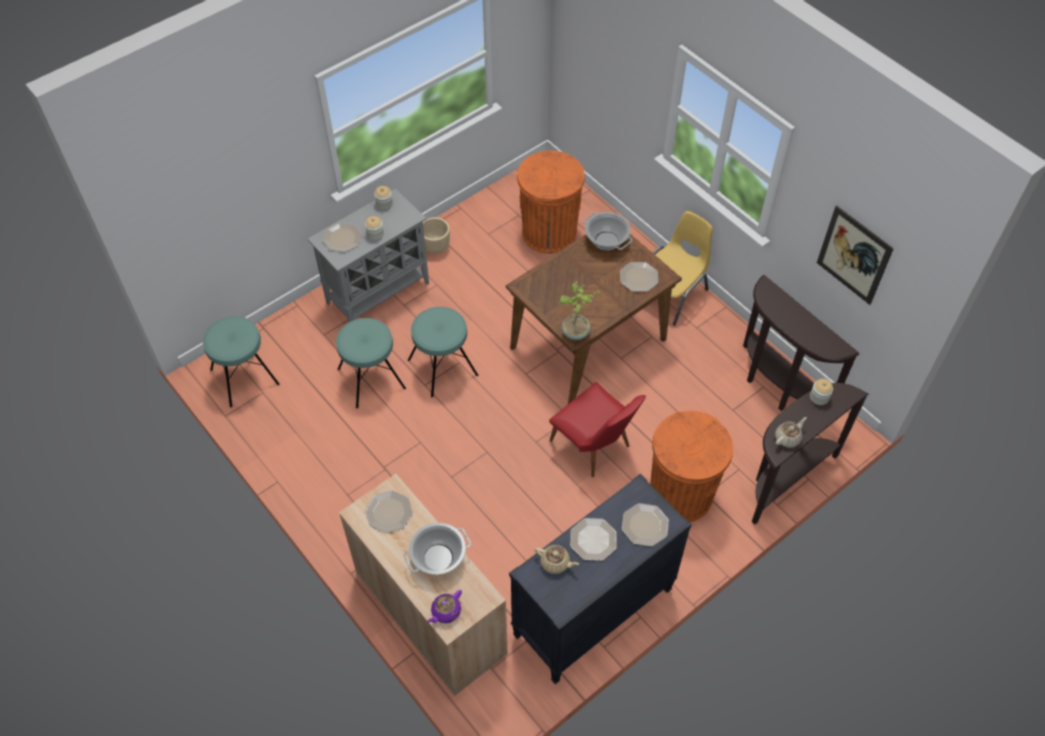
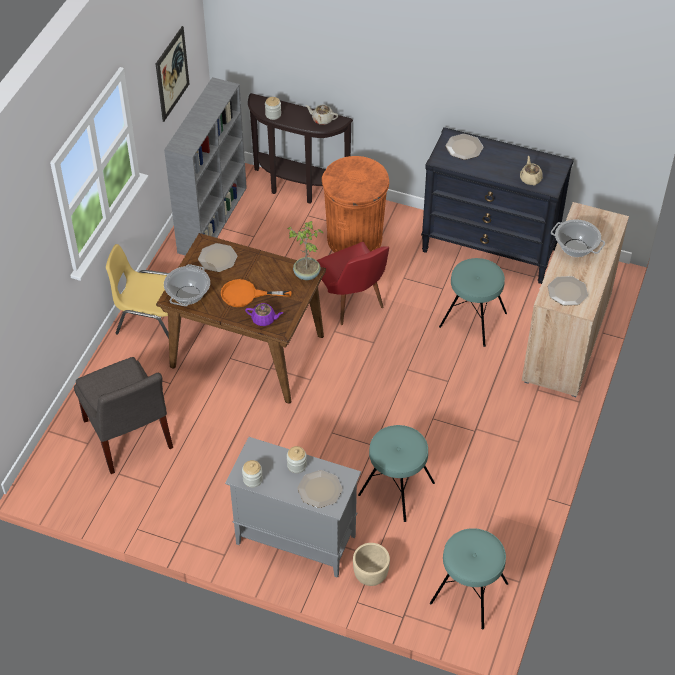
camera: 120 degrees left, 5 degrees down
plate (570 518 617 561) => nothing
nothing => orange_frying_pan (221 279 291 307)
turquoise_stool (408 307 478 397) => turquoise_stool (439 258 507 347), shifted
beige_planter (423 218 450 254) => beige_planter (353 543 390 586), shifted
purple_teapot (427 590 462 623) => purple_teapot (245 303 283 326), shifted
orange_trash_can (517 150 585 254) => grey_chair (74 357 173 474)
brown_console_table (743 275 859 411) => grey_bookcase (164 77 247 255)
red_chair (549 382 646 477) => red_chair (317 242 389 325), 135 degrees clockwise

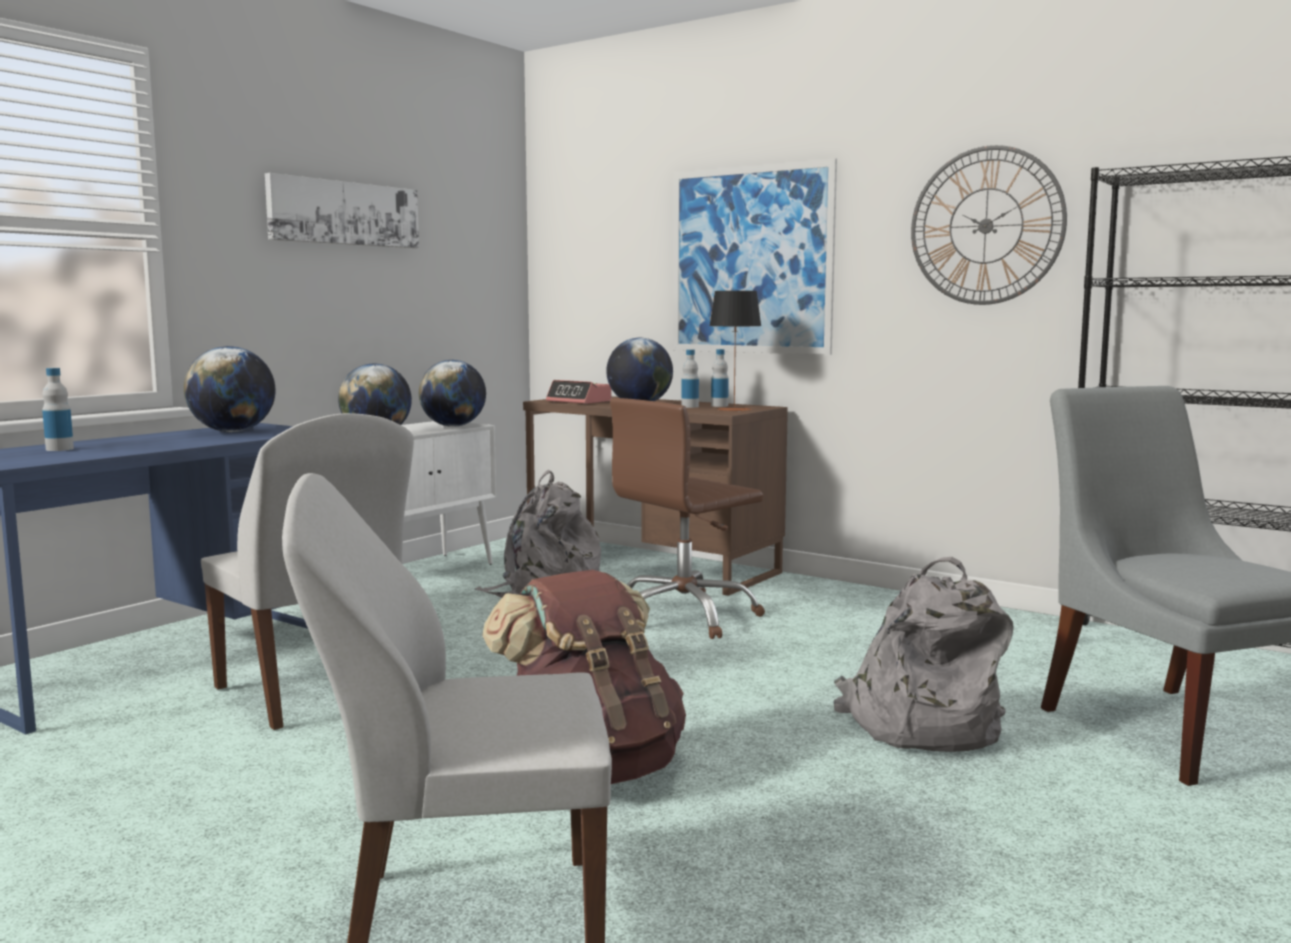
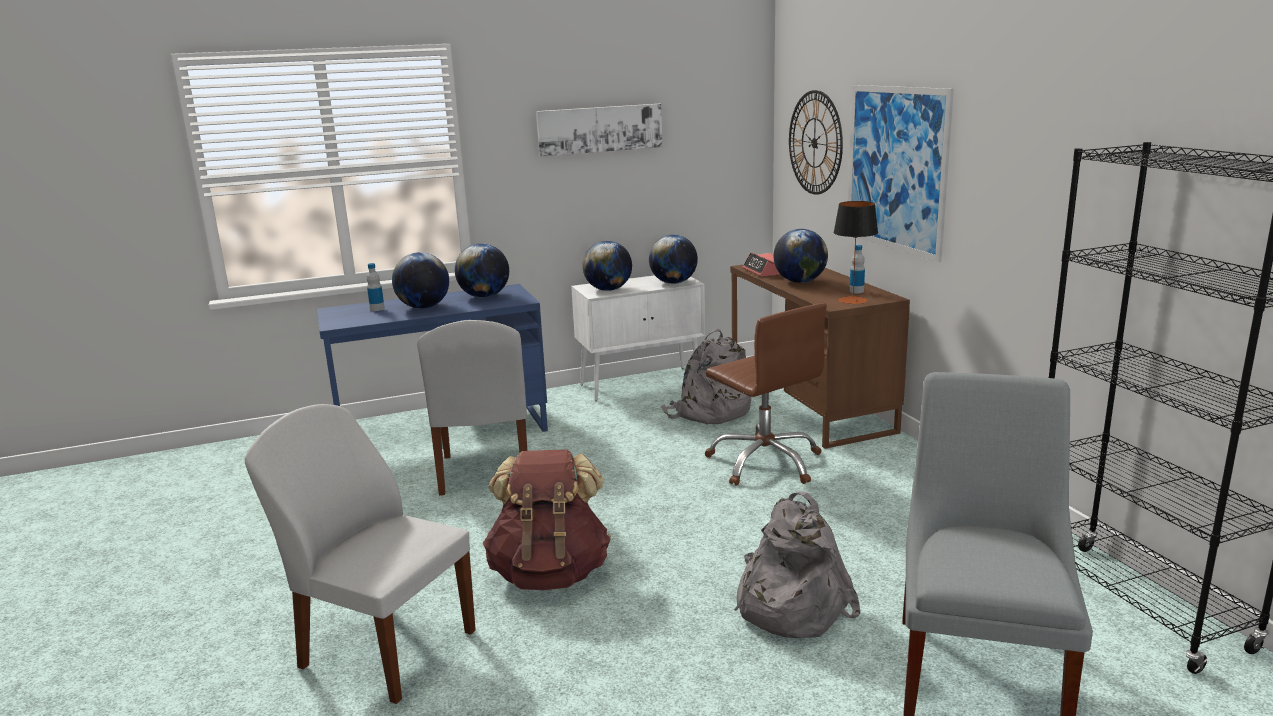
camera: 35 degrees right, 10 degrees up
bottle (681 350 699 408) => nothing
nothing => globe (392 252 449 309)
wall_clock (911 145 1067 305) => wall_clock (789 90 843 195), shifted
brown_office_chair (610 398 765 639) => brown_office_chair (705 303 827 486), 120 degrees counterclockwise

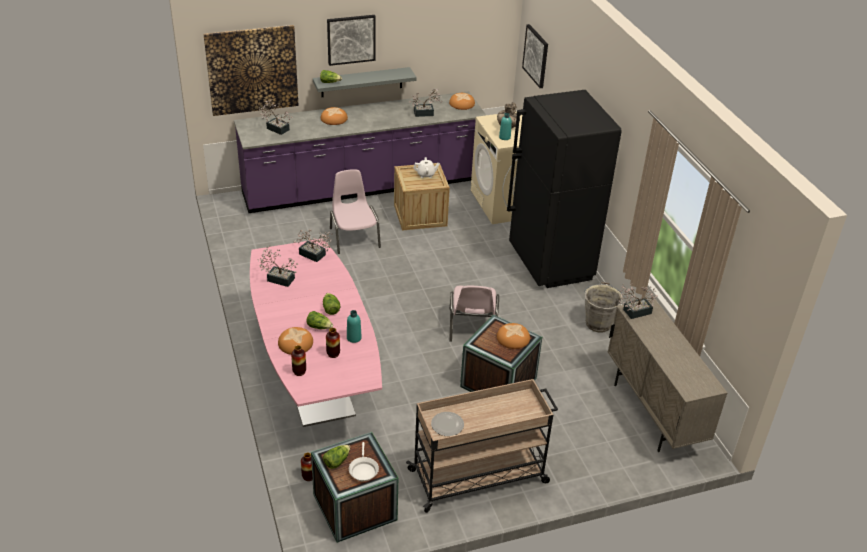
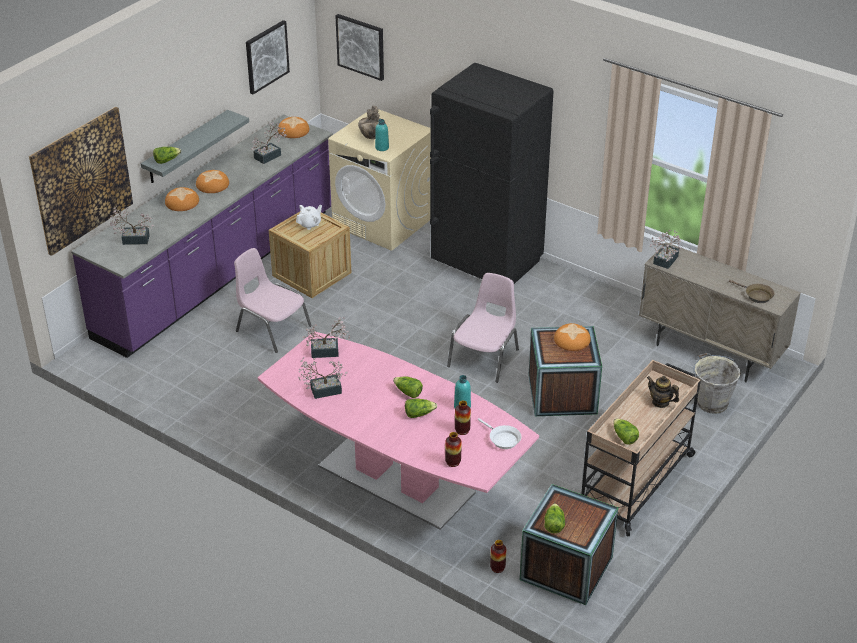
camera: 35 degrees left, 0 degrees up
nothing => teapot (647 376 679 408)
nothing => brown_frying_pan (729 280 775 303)
bread (278 327 313 355) => bread (196 170 229 193), shifted
picture (327 15 375 66) => picture (246 20 290 94), shifted
white_frying_pan (349 442 379 481) => white_frying_pan (478 418 521 449), shifted
grey_bucket (584 282 625 333) => grey_bucket (693 353 741 414), shifted
plate (431 412 464 436) => lettuce (613 418 639 444)
pink_chair (449 286 499 342) => pink_chair (447 273 519 383), 120 degrees counterclockwise

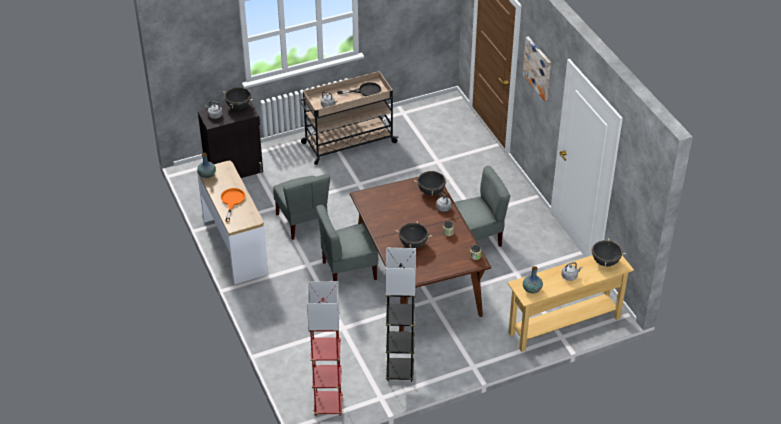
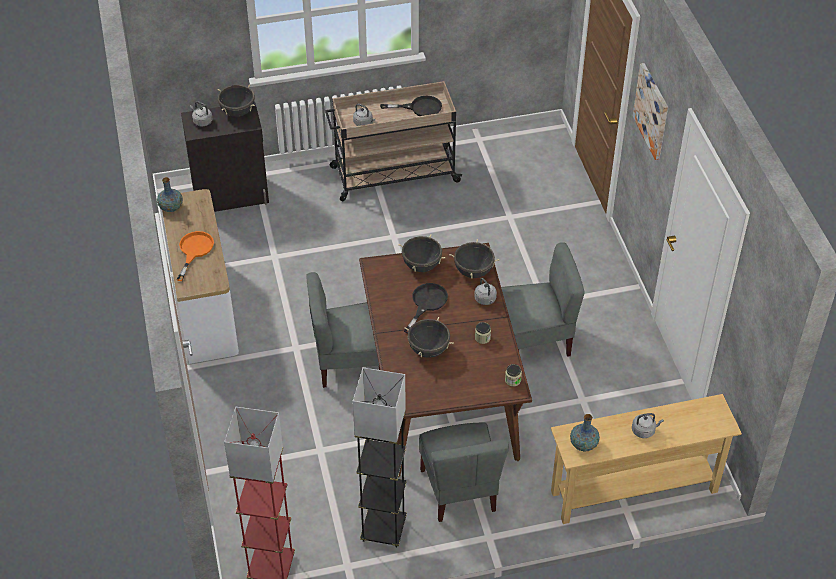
camera: 10 degrees right, 5 degrees up
nothing => black_frying_pan (404 283 448 334)
grey_chair (273 174 330 240) => grey_chair (419 423 509 522), shifted
black_cooking_pot (589 238 626 267) => black_cooking_pot (399 234 446 272), shifted

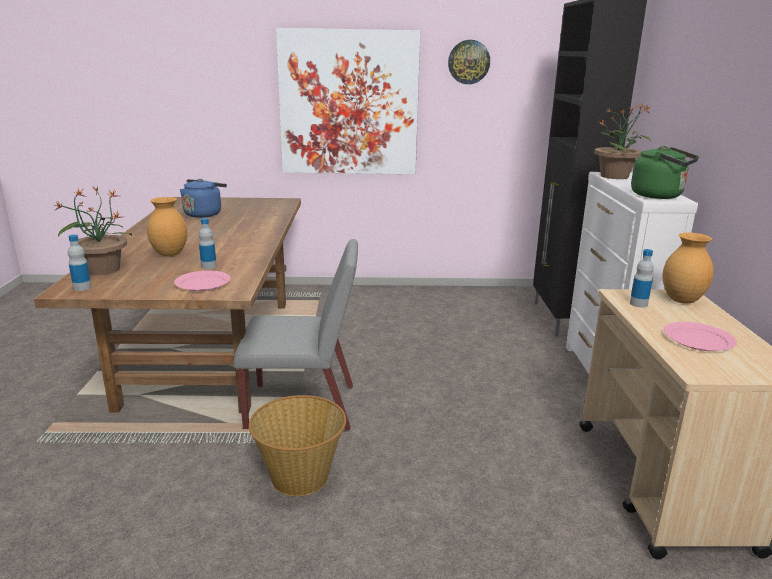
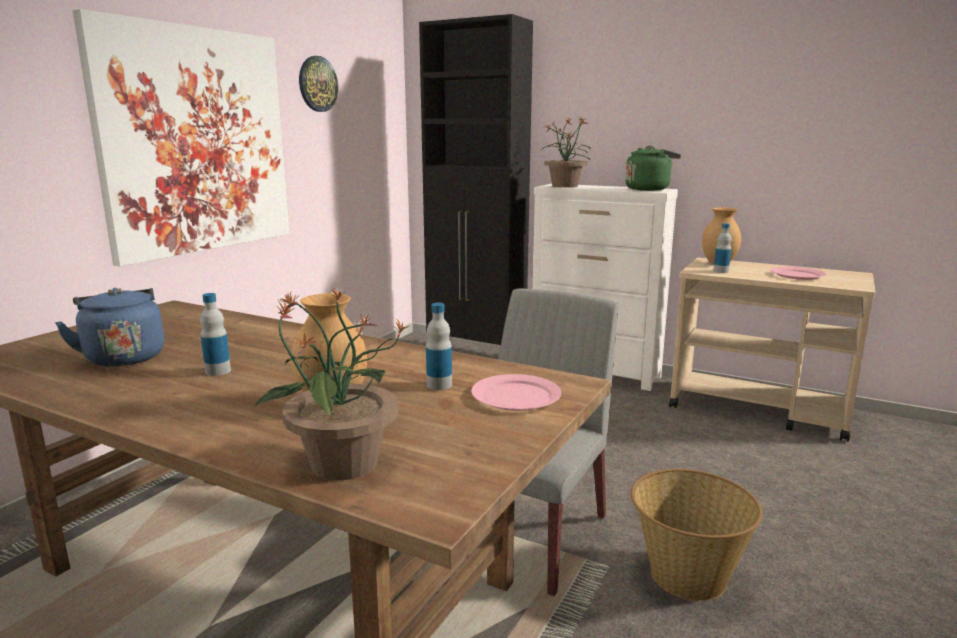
camera: 60 degrees left, 5 degrees down
bottle (68 235 91 291) => bottle (200 293 231 376), shifted

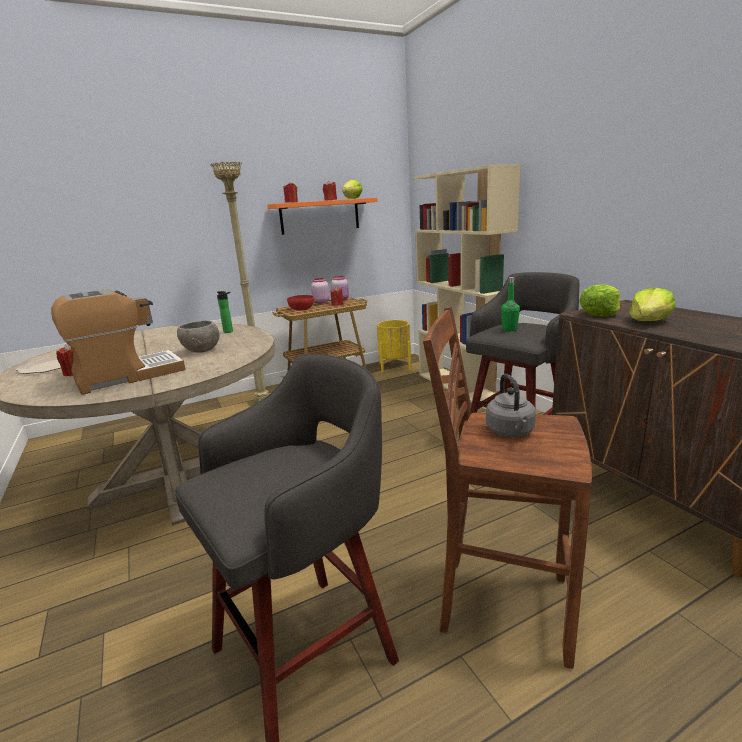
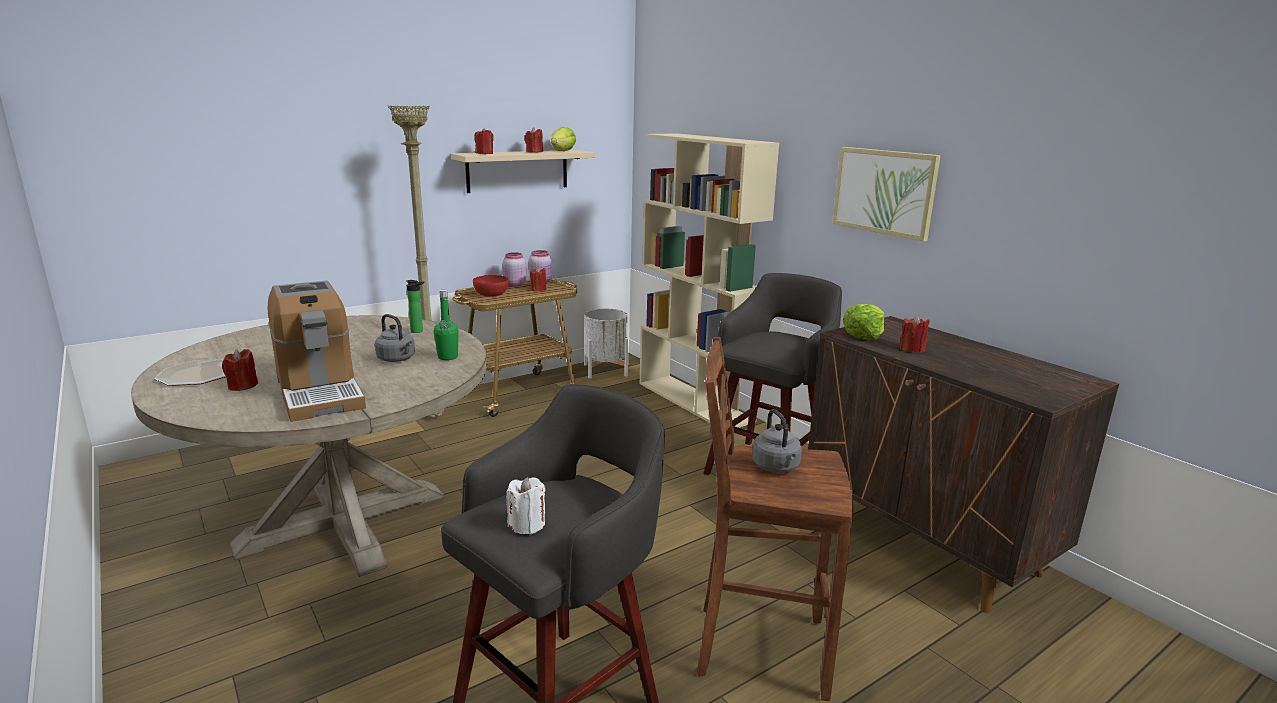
camera: 10 degrees left, 0 degrees up
nothing => white_candle (506 477 545 534)
nothing => picture (833 147 941 242)
green_bottle (501 277 520 331) => green_bottle (434 290 459 360), shifted
grey_bowl (177 320 220 353) => grey_kettle (375 314 415 362)
lettuce (629 287 675 321) => red_candle (900 315 930 353)
orange_shelf (267 198 378 235) => beige_shelf (451 150 595 193)
yellow_planter (377 320 411 372) => white_planter (584 309 629 378)
coffee_machine (51 289 186 395) => coffee_machine (268 281 366 422), 105 degrees clockwise

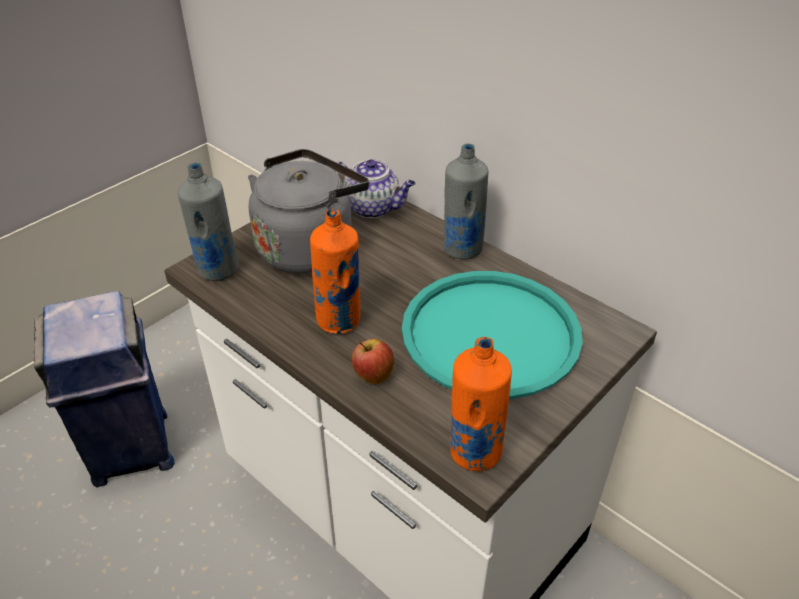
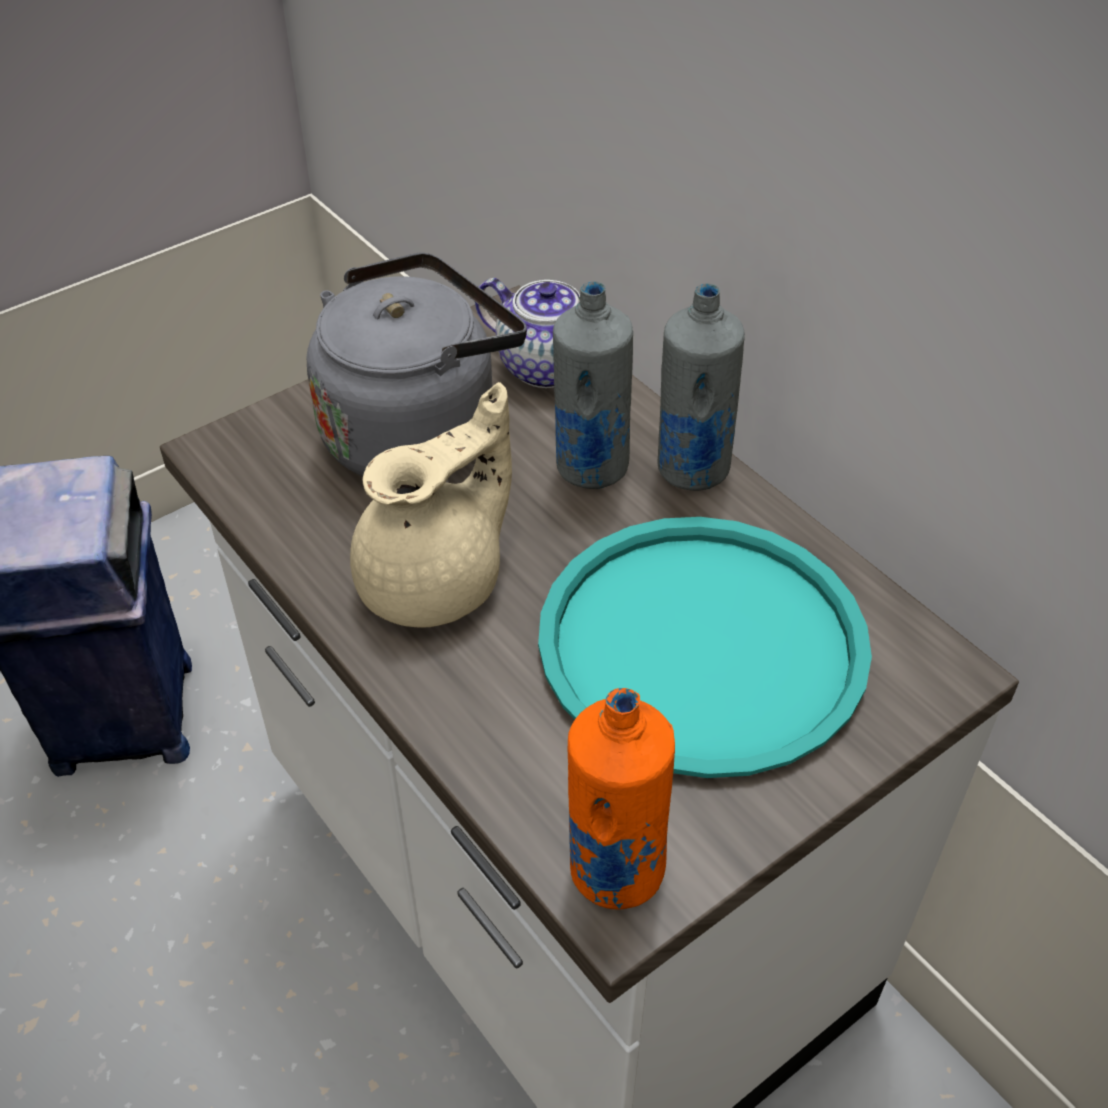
camera: 10 degrees right, 5 degrees up
apple (352 339 394 384) => nothing
grey_bottle (178 162 238 281) => grey_bottle (553 281 633 489), shifted
orange_bottle (310 209 360 334) => beige_teapot (350 382 512 628)

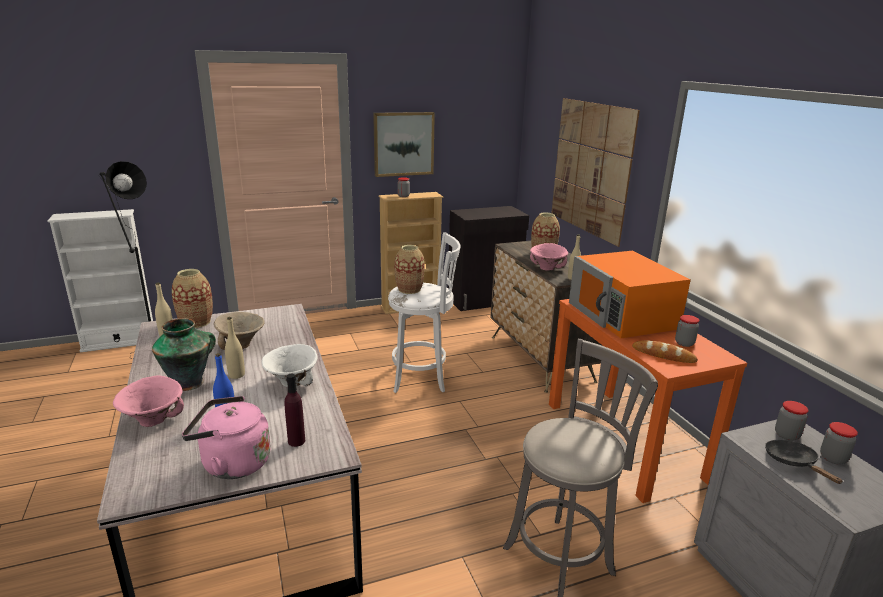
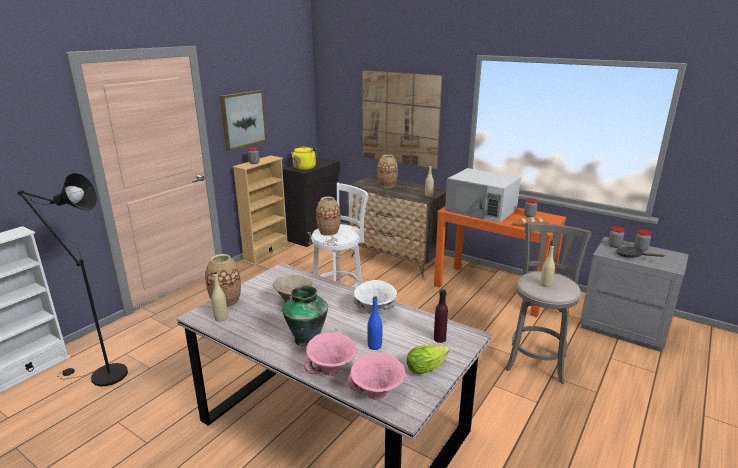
camera: 35 degrees left, 0 degrees up
nothing => yellow_kettle (291 146 320 170)
beige_bottle (225 317 245 379) => beige_bottle (541 244 555 287), shifted
pink_bowl (530 243 568 271) => pink_bowl (347 352 406 400), shifted
pink_kettle (182 396 271 479) => lettuce (406 344 449 374)
orange_microwave (569 251 691 338) => white_microwave (445 168 521 223)

